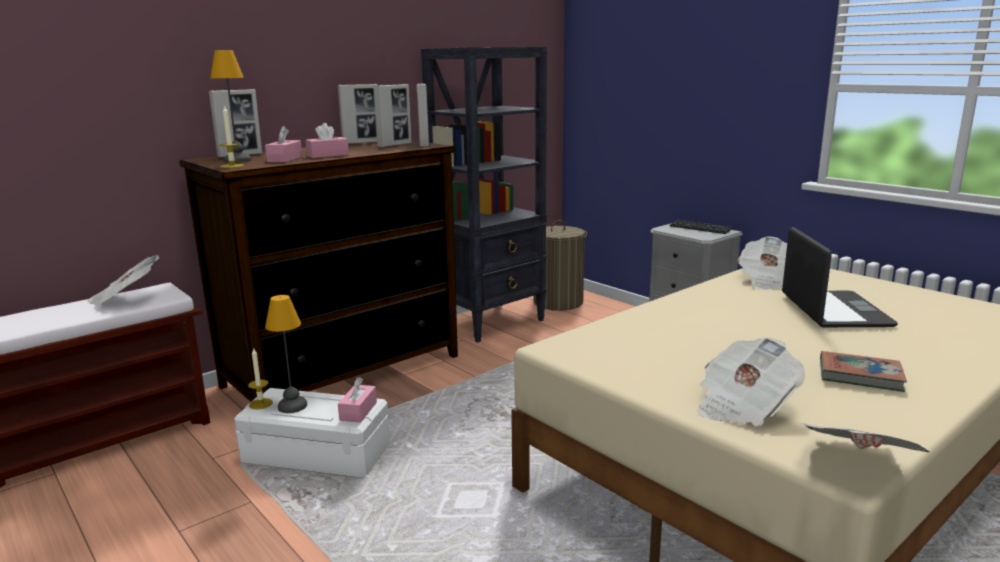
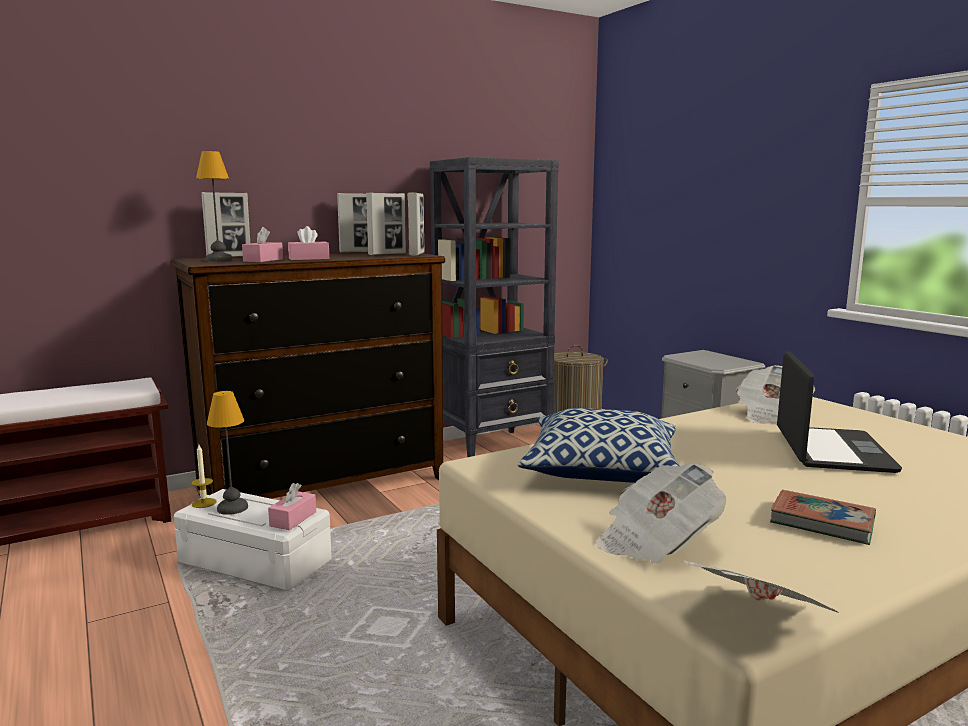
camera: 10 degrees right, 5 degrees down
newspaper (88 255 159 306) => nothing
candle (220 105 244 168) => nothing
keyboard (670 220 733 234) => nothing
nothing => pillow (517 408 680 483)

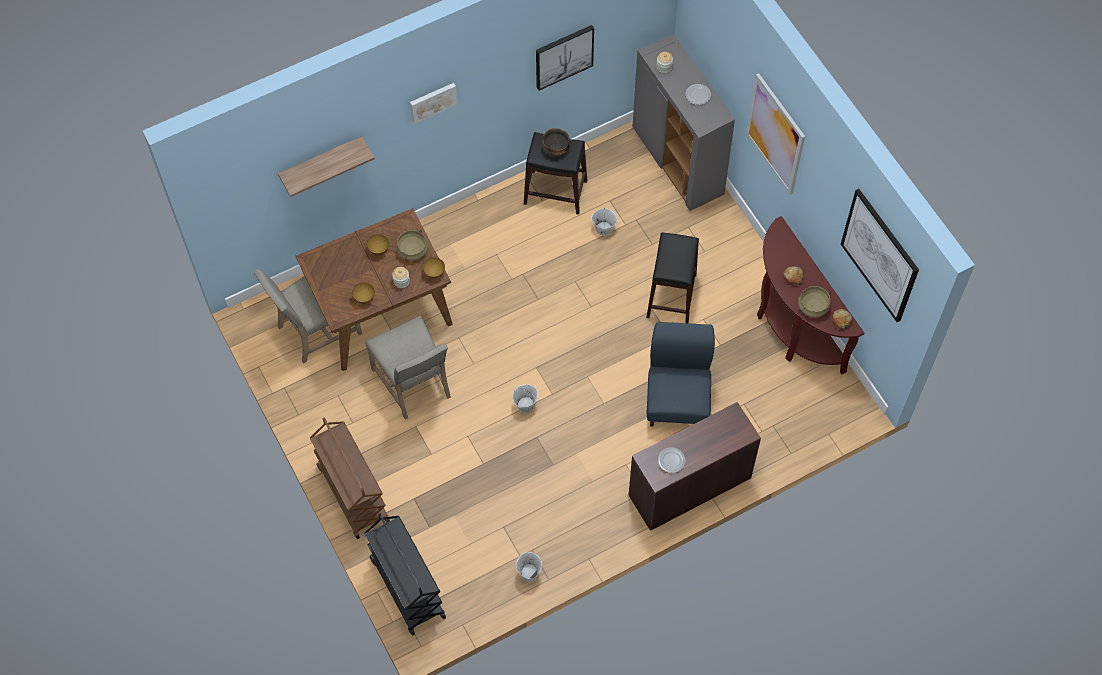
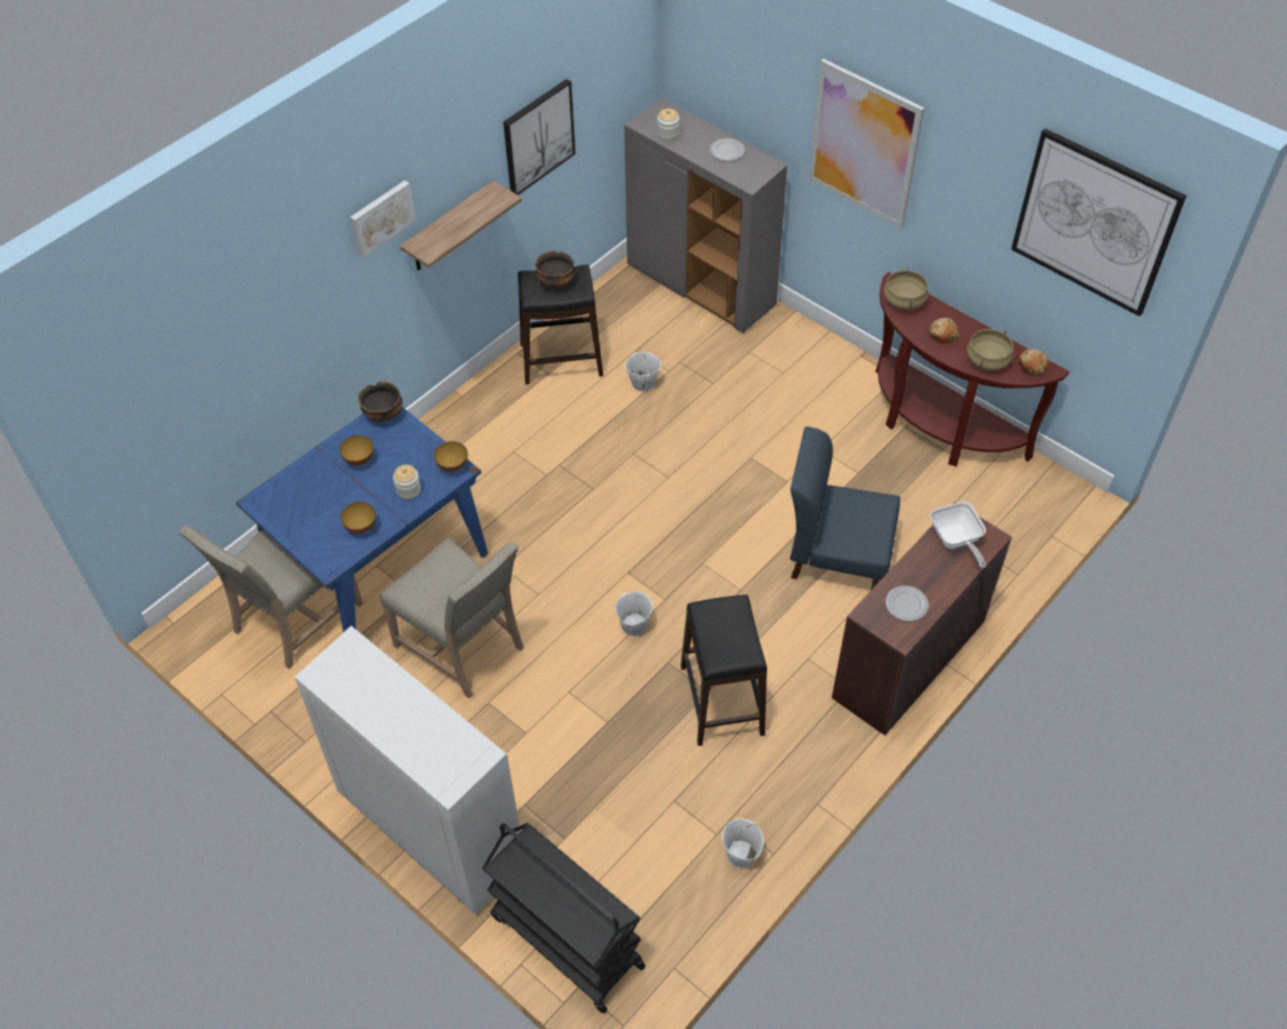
camera: 20 degrees left, 10 degrees down
nothing => bowl (358 381 403 422)
nothing => frying_pan (930 501 986 569)
shelf (278 136 375 197) => shelf (400 181 522 271), shifted
beige_cooking_pot (396 230 428 261) => beige_cooking_pot (884 269 928 310), shifted
black_stool (646 233 699 323) => black_stool (681 595 767 746), shifted
brown_cart (310 417 390 539) => white_cabinet (295 626 520 915)
brown_dining_table (296 208 453 371) => blue_dining_table (236 407 488 633)
blue_chair (647 322 715 426) => blue_chair (790 427 900 590), 60 degrees counterclockwise

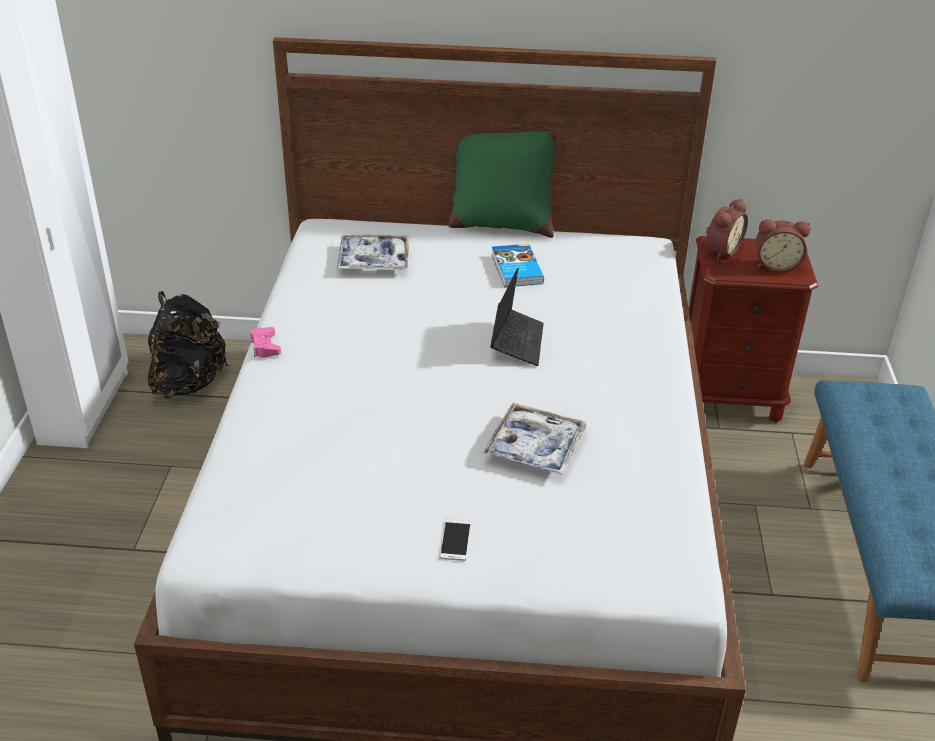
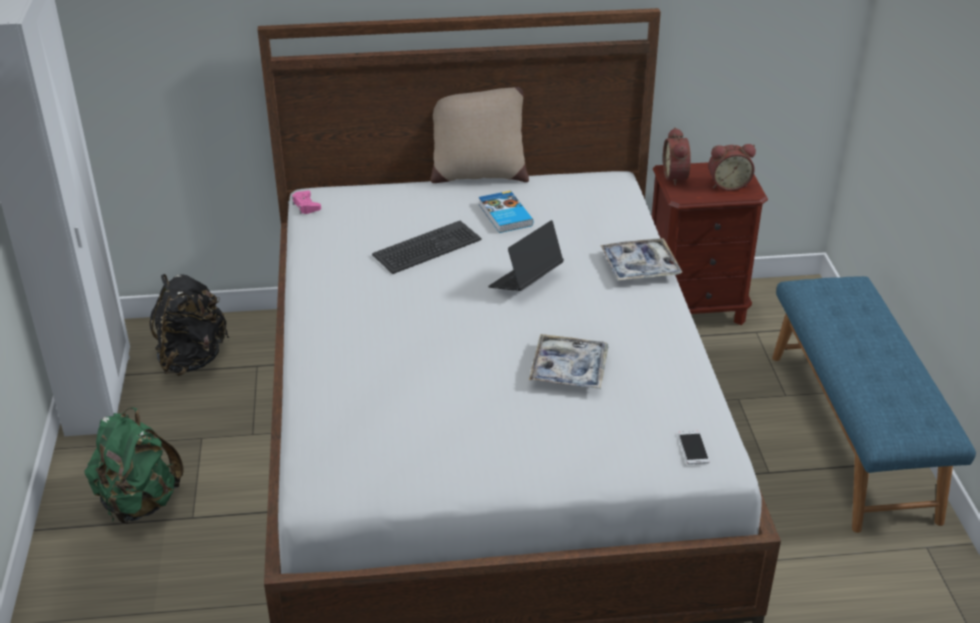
camera: 10 degrees left, 0 degrees up
nothing => green_backpack (84 407 184 524)
nothing => keyboard (372 221 482 274)
pink_game_controller (250 327 281 358) => pink_game_controller (292 190 321 214), shifted
tray (337 235 410 270) => tray (601 238 682 281), shifted
phone (440 519 471 561) => phone (678 431 710 465), shifted
green_pillow (448 131 556 238) => beige_pillow (431 87 529 183)
laptop (490 268 544 366) => laptop (488 220 564 291), 135 degrees counterclockwise
alarm_clock (706 199 748 260) => alarm_clock (663 127 691 186), 150 degrees clockwise

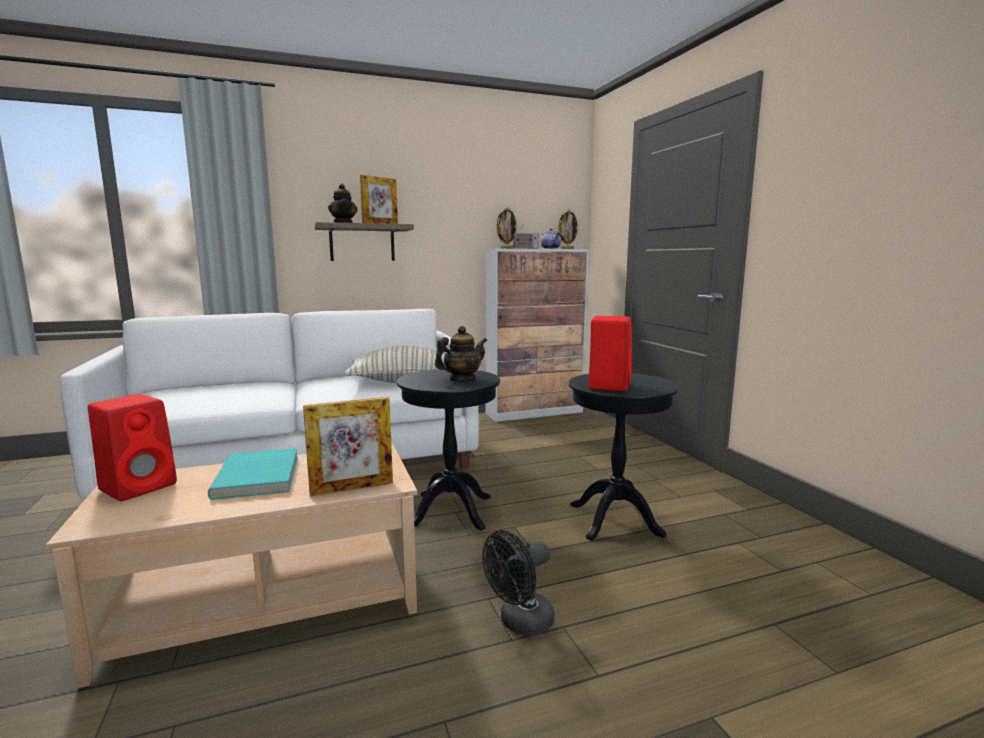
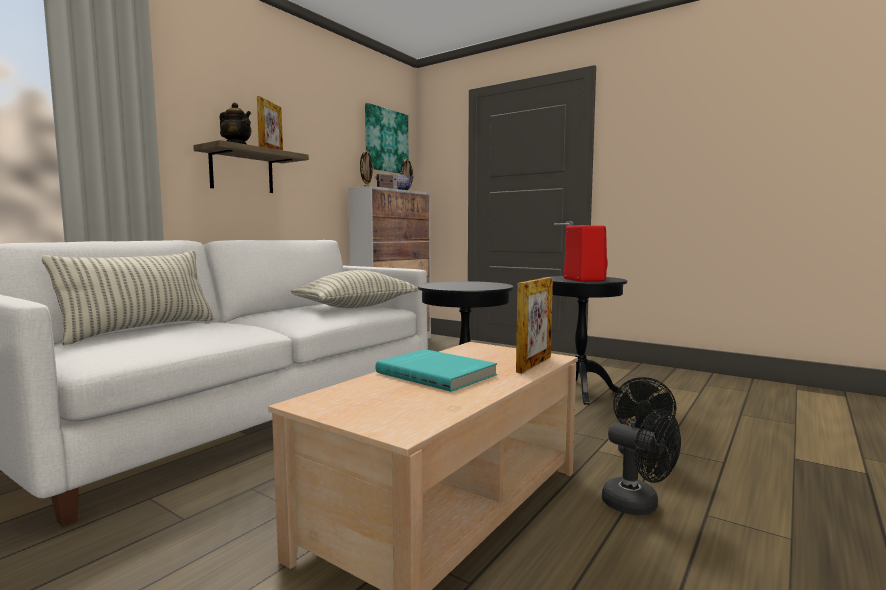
camera: 35 degrees left, 5 degrees down
red_speaker (88 394 177 501) => nothing
teapot (435 326 487 382) => nothing
nothing => pillow (42 251 215 345)
nothing => picture (365 103 409 173)
nothing => black_fan (602 409 681 515)

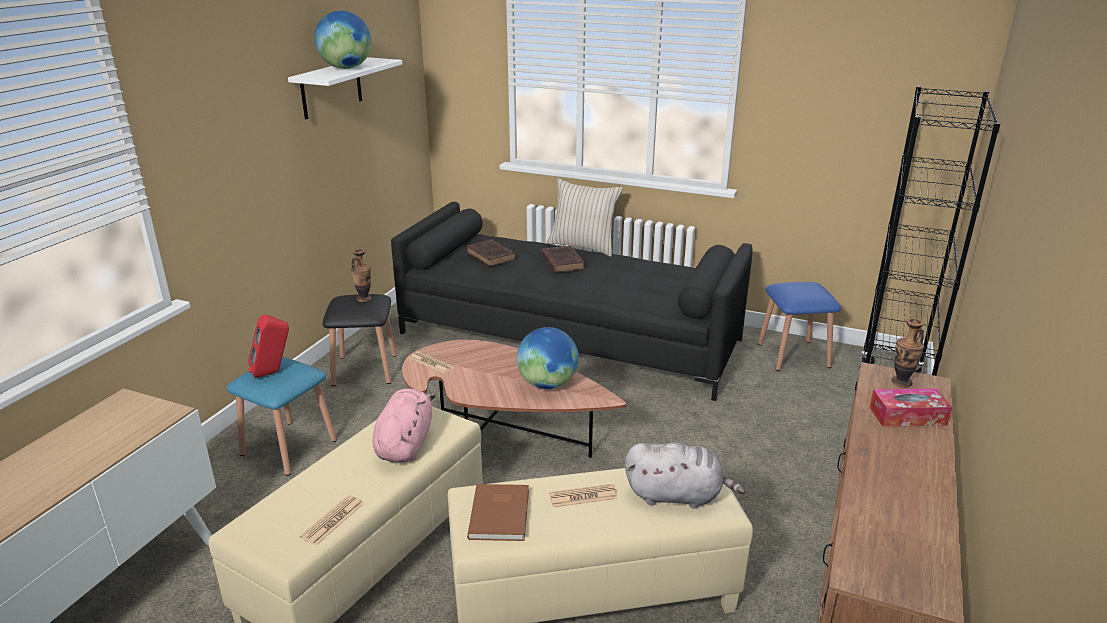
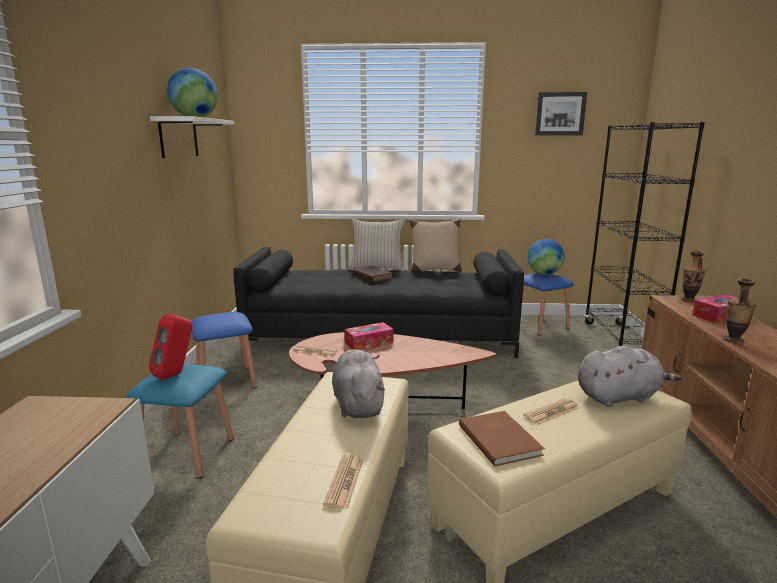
camera: 20 degrees left, 10 degrees down
brown_book (467 239 516 267) => nothing
nothing => tissue_box (345 322 394 350)
nothing => beige_pillow (409 219 462 272)
nothing => picture (535 92 587 135)
vase (351 249 372 302) => vase (723 279 756 344), shifted
globe (517 327 579 389) => globe (527 239 565 275), shifted
black_stool (323 294 397 386) => blue_stool (191 312 257 398)
pink_plush_toy (373 389 436 462) => grey_plush_toy (332 349 385 418)

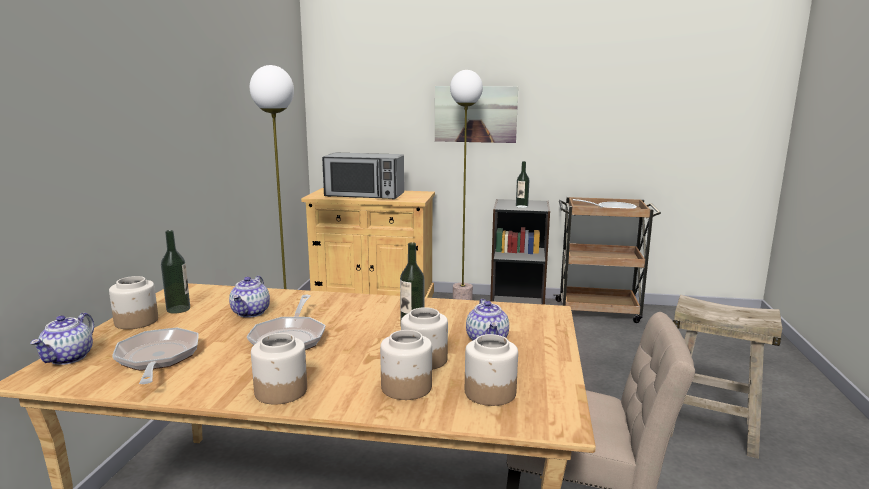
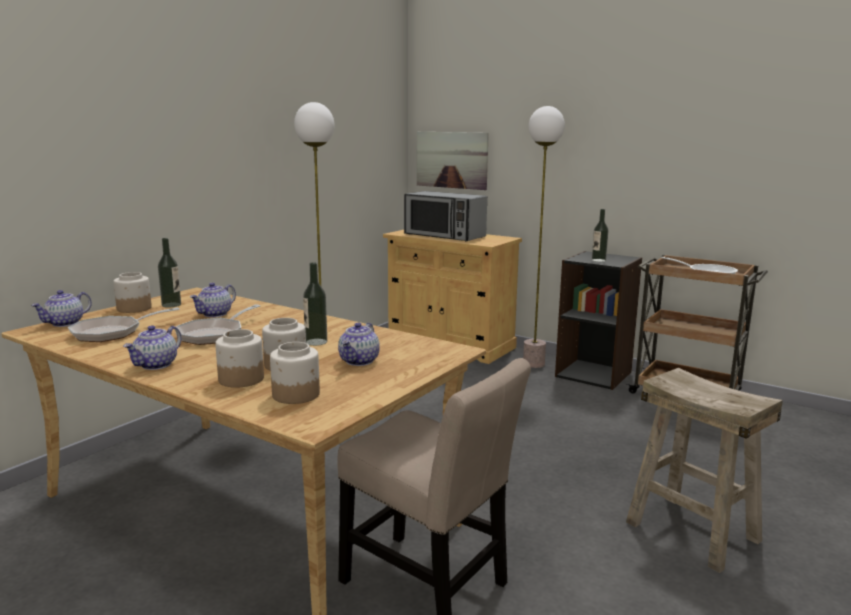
camera: 25 degrees right, 0 degrees up
picture (435 86 518 143) => picture (417 132 489 190), shifted
jar (251 333 307 404) => teapot (123 325 182 370)
frying_pan (112 328 198 384) => frying_pan (68 307 180 342), 135 degrees counterclockwise

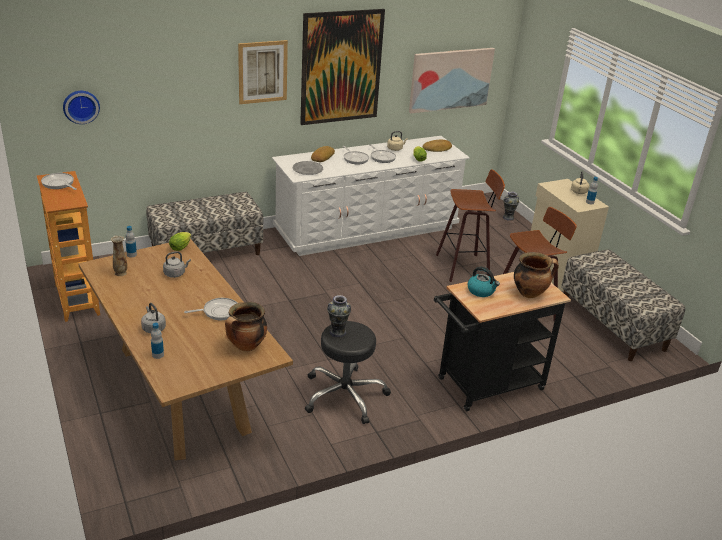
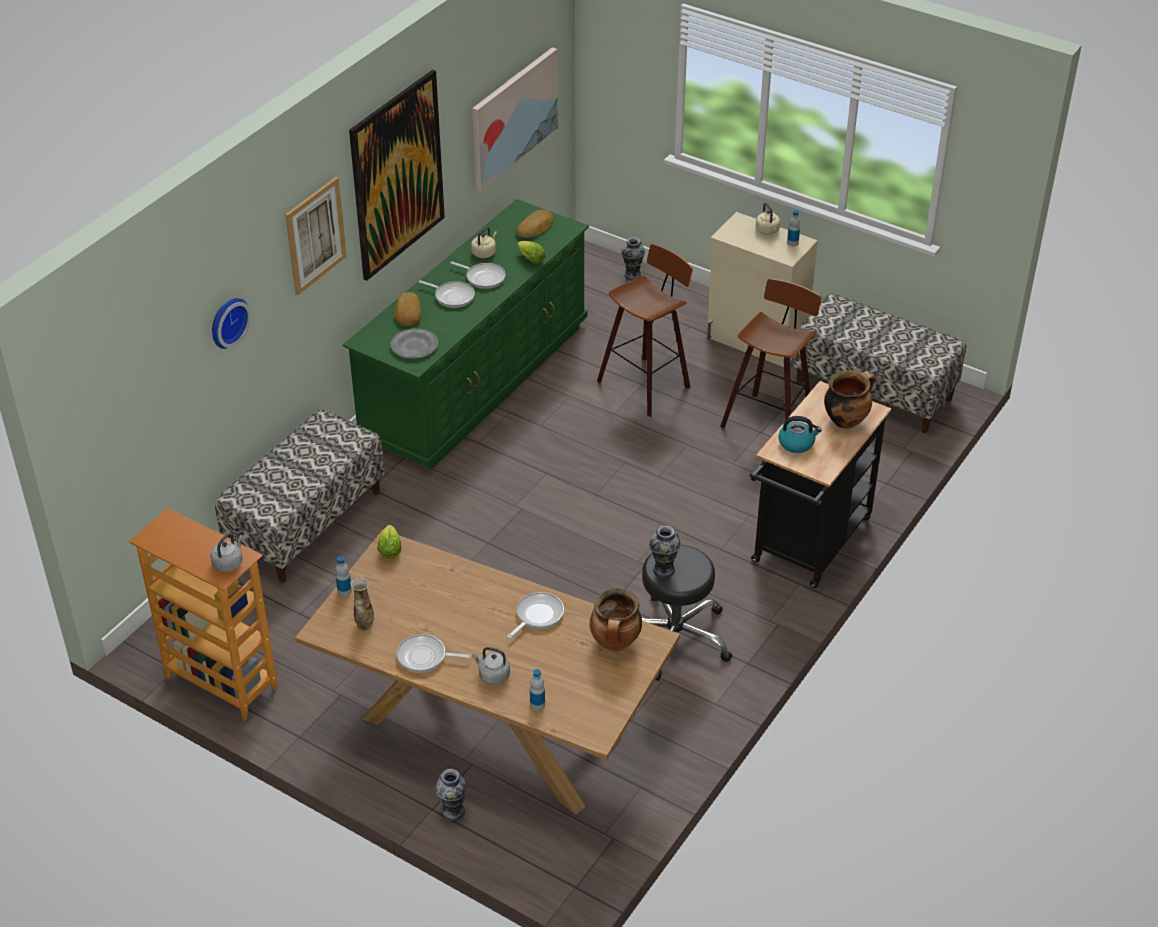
camera: 30 degrees left, 10 degrees up
nothing => vase (435 769 467 821)
frying_pan (41 173 77 190) => frying_pan (396 634 471 673), shifted
wall_clock (63 91 100 124) => wall_clock (212 298 251 349), shifted
grey_kettle (163 251 191 278) => grey_kettle (210 533 243 572), shifted
white_dresser (272 136 470 256) => green_dresser (343 199 589 469)

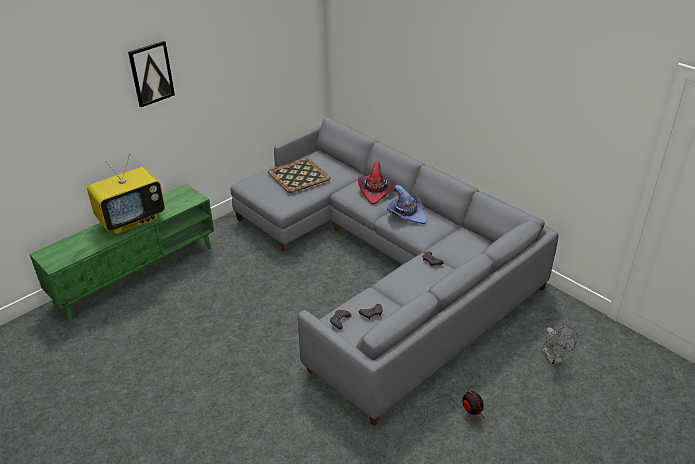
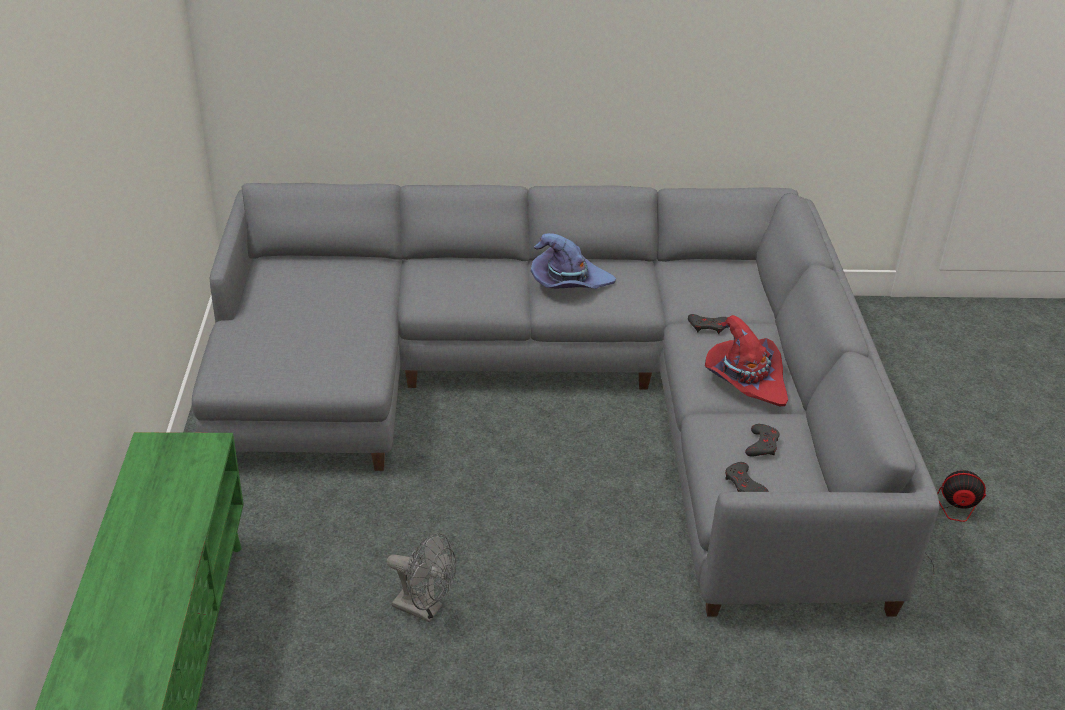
camera: 50 degrees left, 0 degrees up
television (87 154 165 234) => nothing
picture (128 41 175 107) => nothing
tray (268 158 330 193) => nothing
red_hat (358 161 395 204) => red_hat (705 315 788 406), shifted
grey_fan (541 327 578 366) => grey_fan (387 533 456 622), shifted

